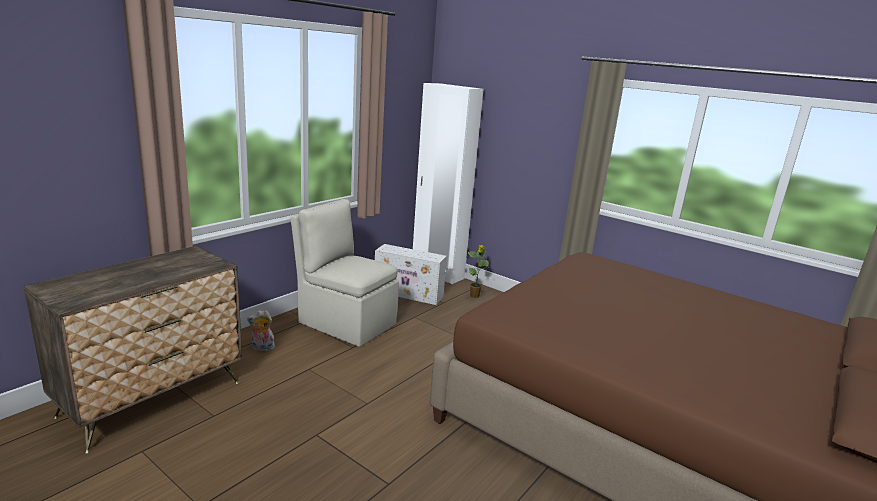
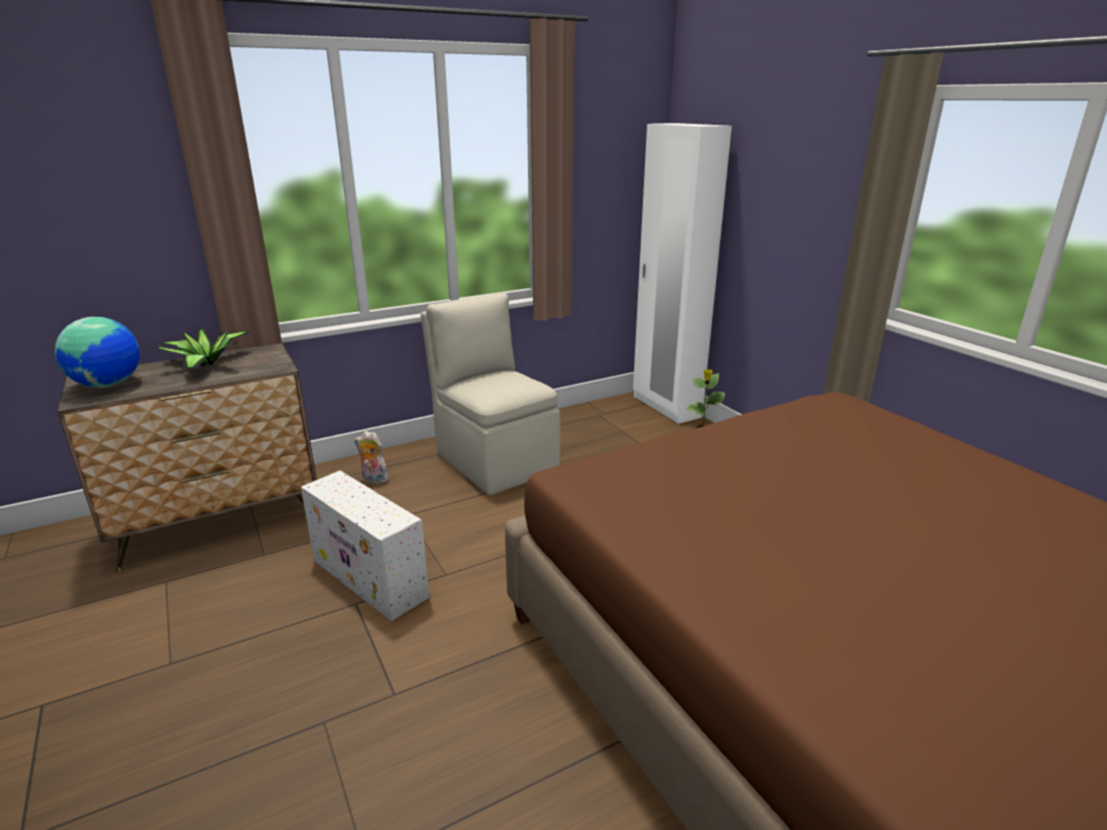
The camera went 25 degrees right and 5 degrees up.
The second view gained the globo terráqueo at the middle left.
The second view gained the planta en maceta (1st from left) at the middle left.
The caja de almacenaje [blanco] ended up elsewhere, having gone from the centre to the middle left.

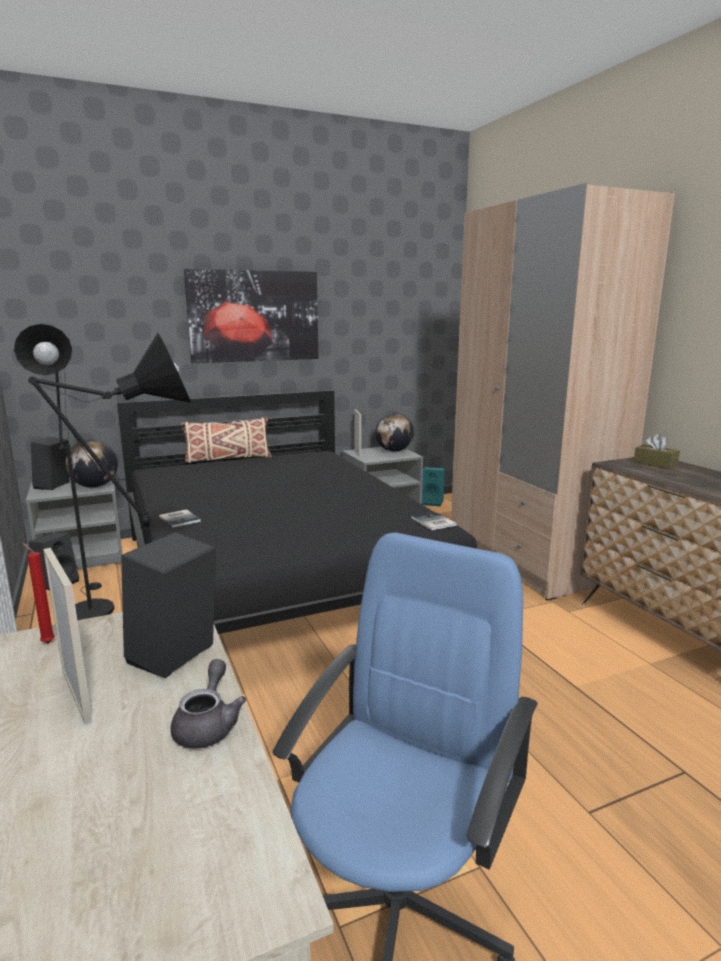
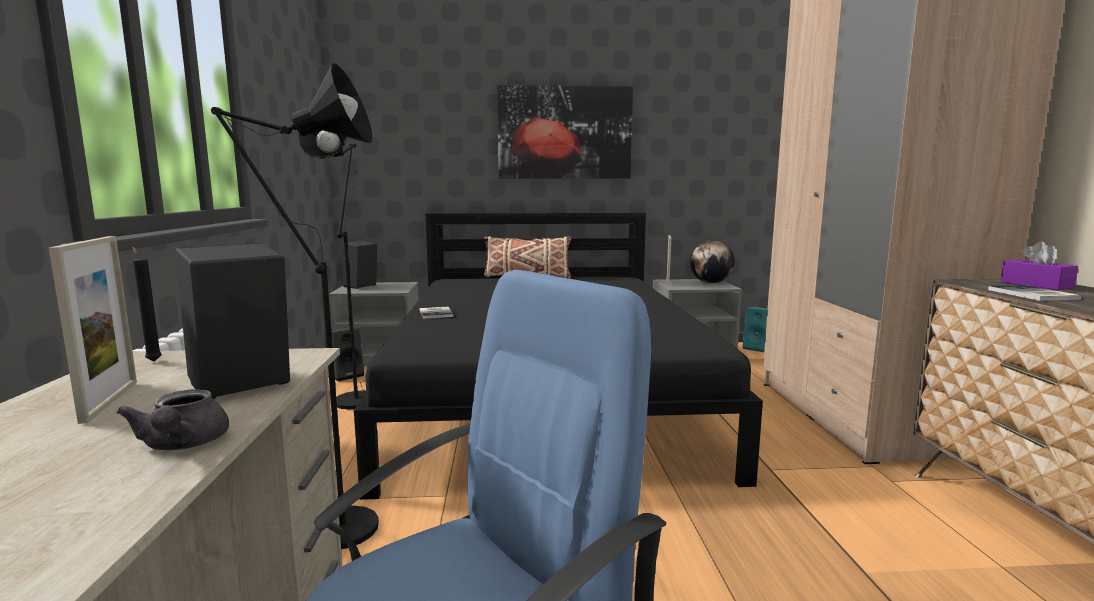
The camera went 20 degrees right and 5 degrees down.
The second view lost the globo terráqueo (1st from left) at the middle left.
The libro (2nd from left) ended up elsewhere, having gone from the centre to the middle right.
What was the vela [rojo] at the middle left turned into the vela [negro] at the middle left.
What was the caja de pañuelos [marrón] at the middle right turned into the caja de pañuelos [morado] at the middle right.
The tetera [gris] at the bottom left ended up facing another way, 135 degrees clockwise from before.

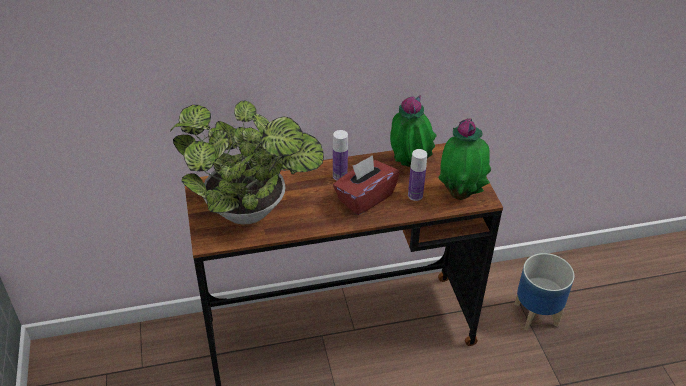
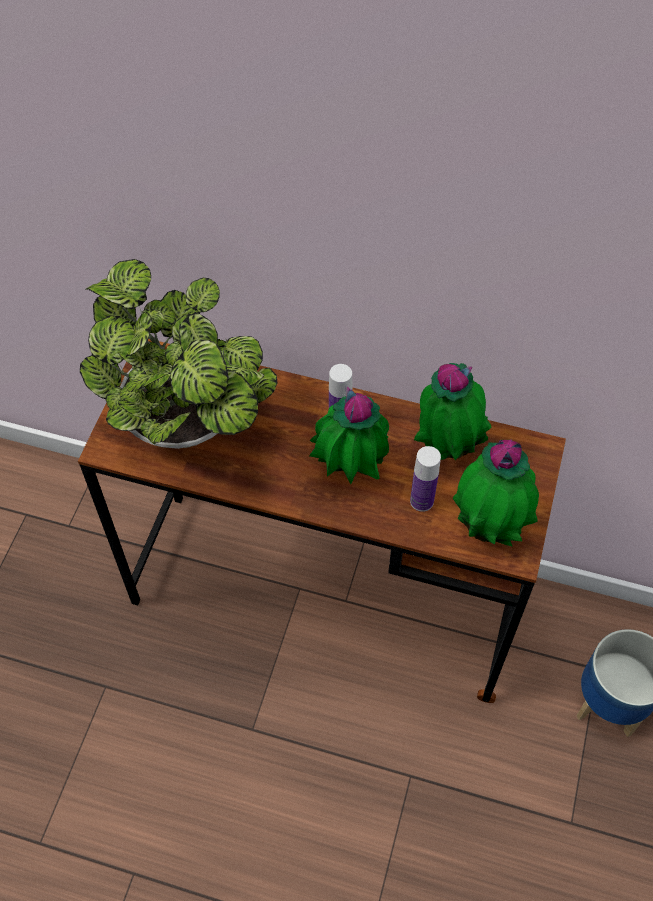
The camera went 30 degrees right and 15 degrees up.
Where the caja de pañuelos [rojo] stood at the centre, the planta en maceta (2nd from left) came to stand at the centre.

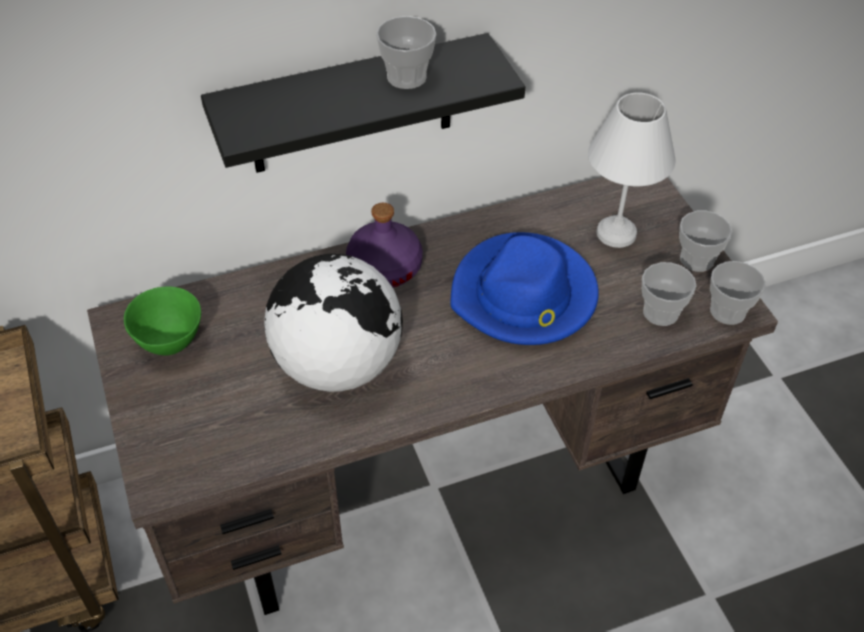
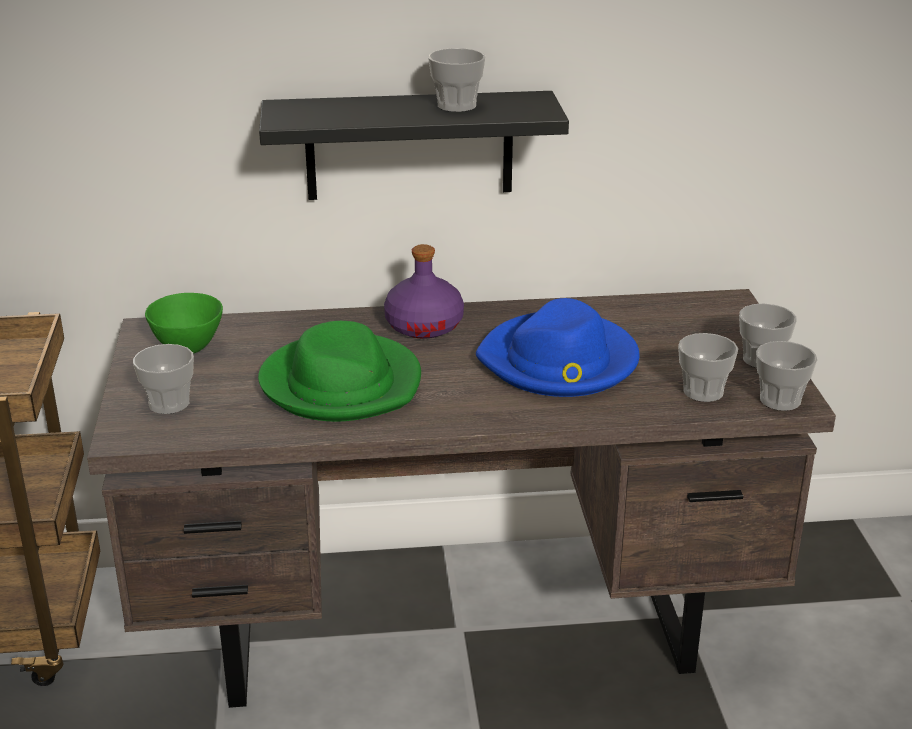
The camera went 15 degrees right and 20 degrees down.
The second view lost the lámpara de mesa [blanco] at the top right.
The second view gained the taza (1st from left) at the middle left.
Where the globo terráqueo stood at the centre, the sombrero [verde] came to stand at the centre.

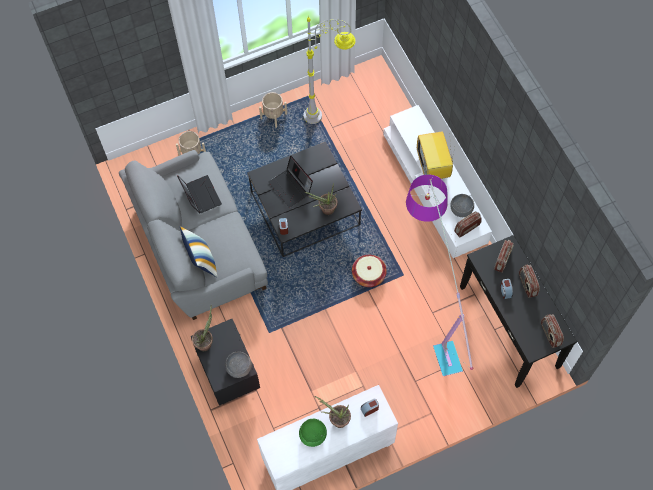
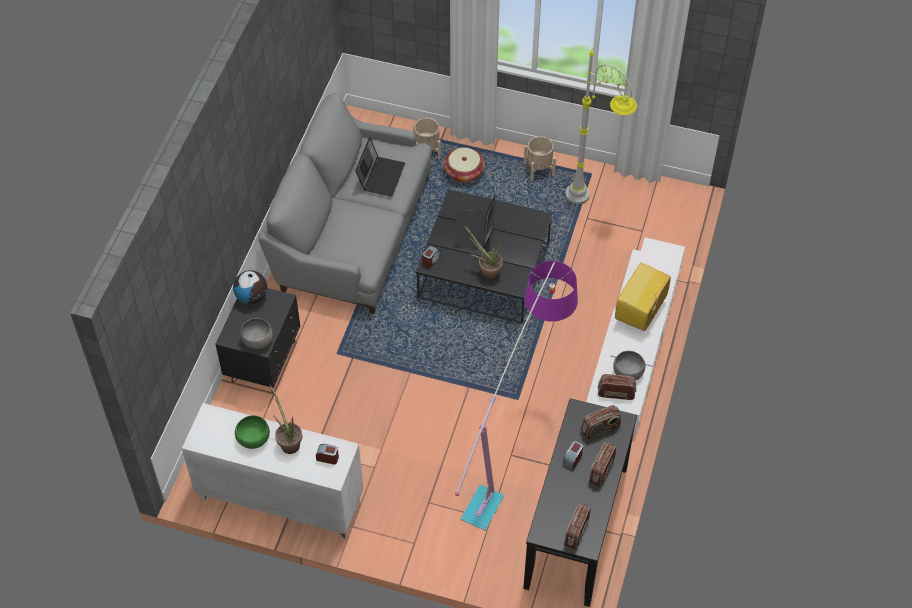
The camera went 40 degrees right and 10 degrees down.
The second view lost the cojín at the middle left.
The cesta ended up elsewhere, having gone from the centre to the top centre.
Where the planta en maceta (1st from left) stood at the bottom left, the globo terráqueo came to stand at the middle left.

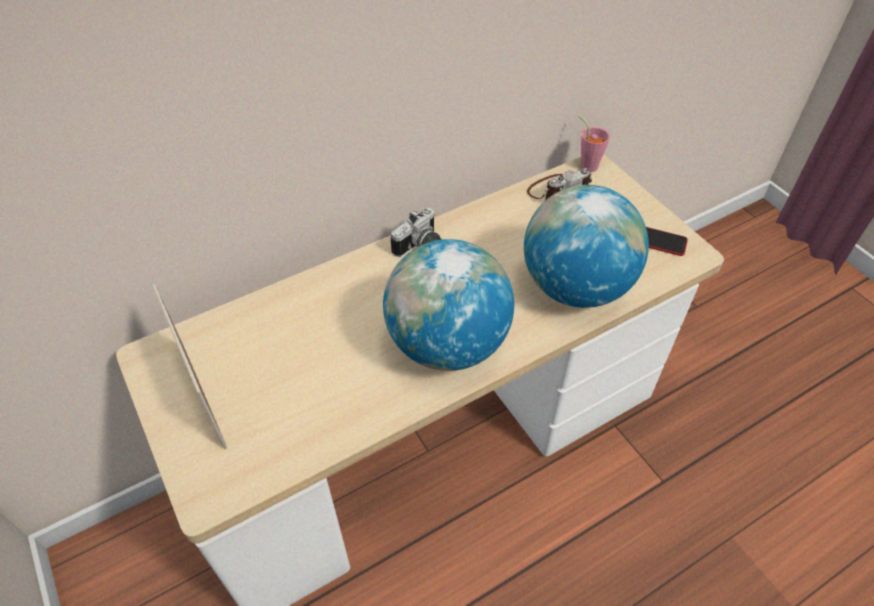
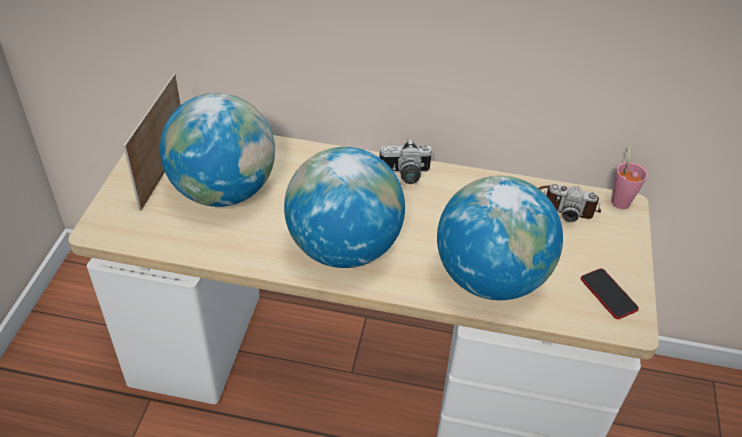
The camera went 40 degrees right and 5 degrees down.
The second view gained the globo terráqueo (1st from left) at the middle left.

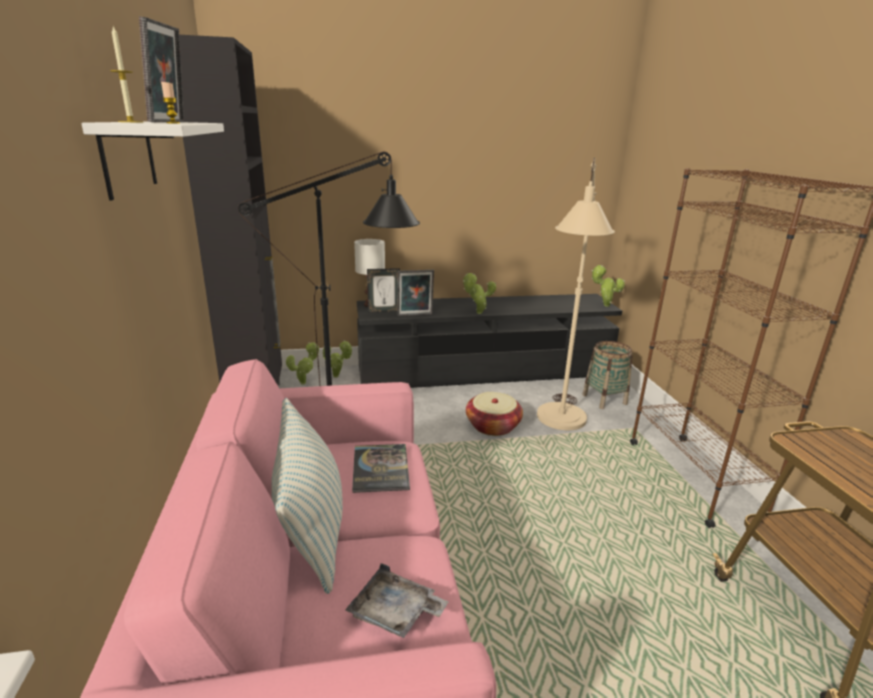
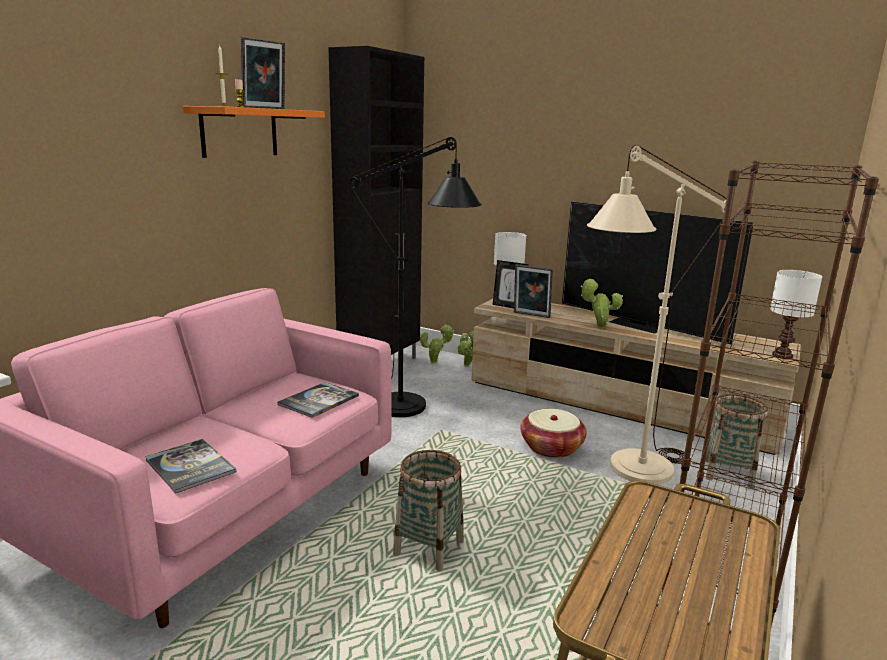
The camera went 40 degrees right and 5 degrees down.
The second view lost the cojín at the bottom centre.
The second view gained the cesta (1st from left) at the bottom centre.
The second view gained the televisor at the middle right.
Where the bandeja [gris] stood at the bottom centre, the libro (1st from left) came to stand at the bottom left.
Where the planta en maceta (4th from left) stood at the middle right, the lámpara de mesa [blanco] (2nd from left) came to stand at the middle right.
What was the estante [blanco] at the top left turned into the estante [naranja] at the top left.
What was the mueble de televisión [negro] at the centre turned into the mueble de televisión [beis] at the middle right.

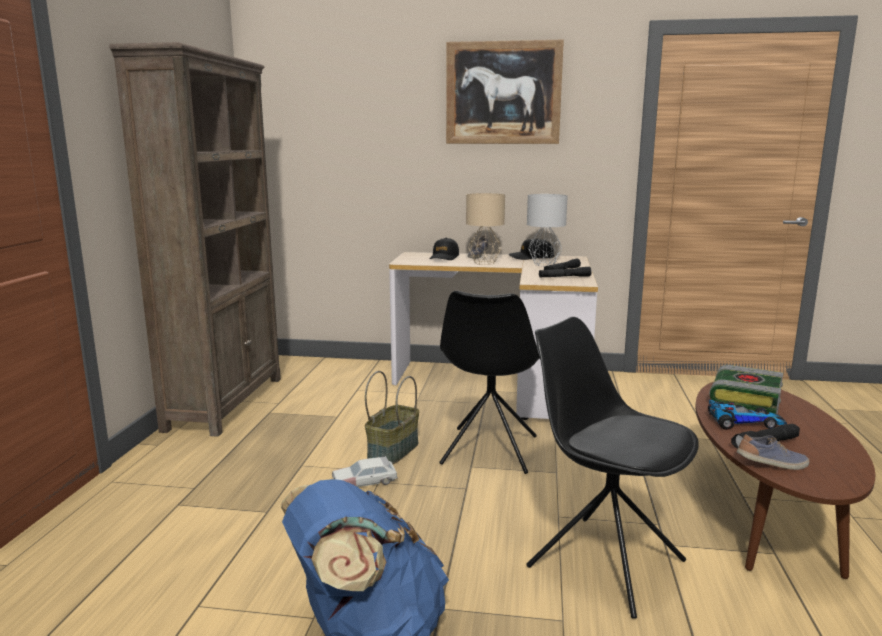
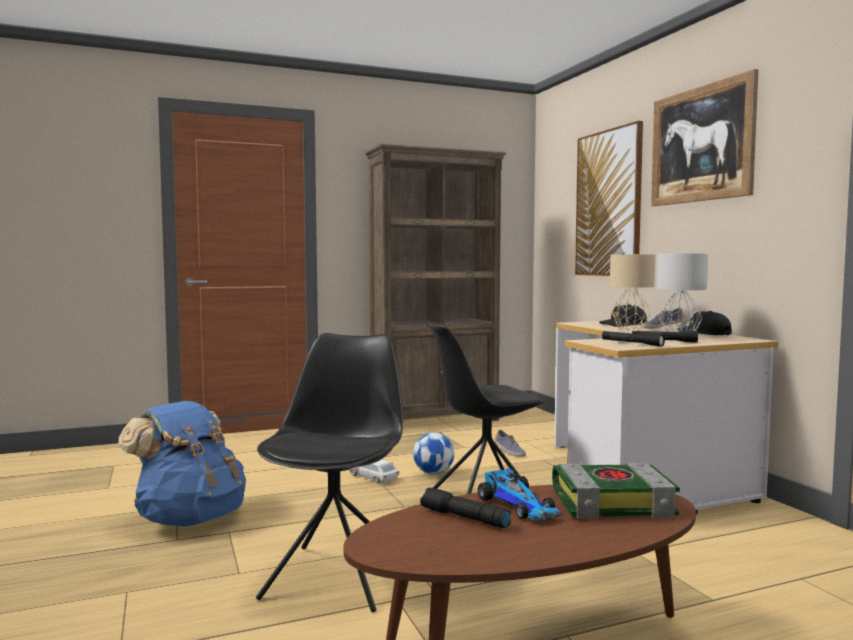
The camera went 60 degrees right and 10 degrees down.
The second view gained the cuadro (1st from left) at the top right.
The zapato (2nd from left in the first image) ended up elsewhere, having gone from the bottom right to the bottom centre.
Where the cesta stood at the centre, the balón de fútbol came to stand at the bottom centre.

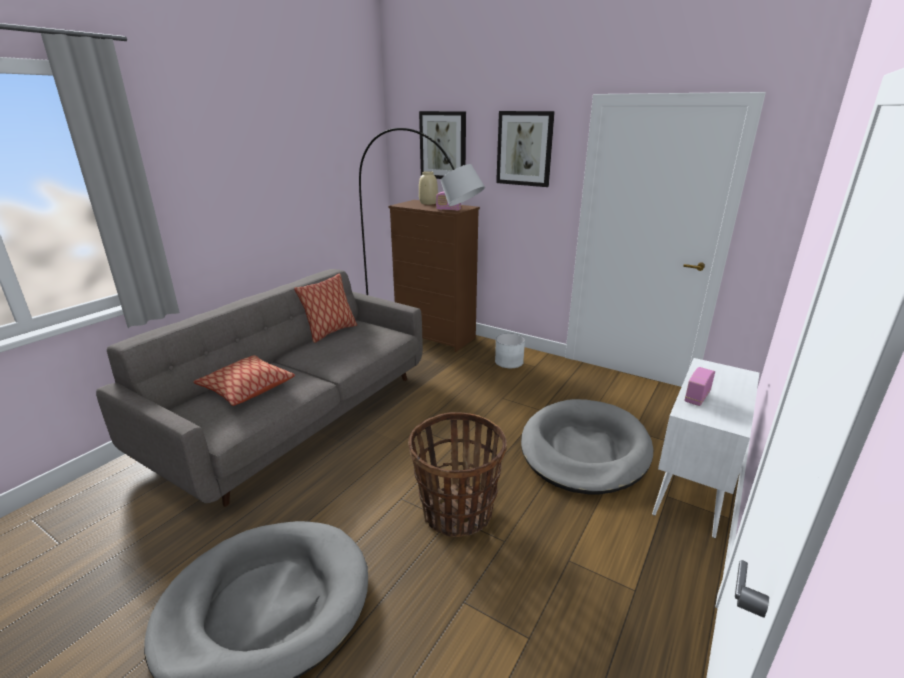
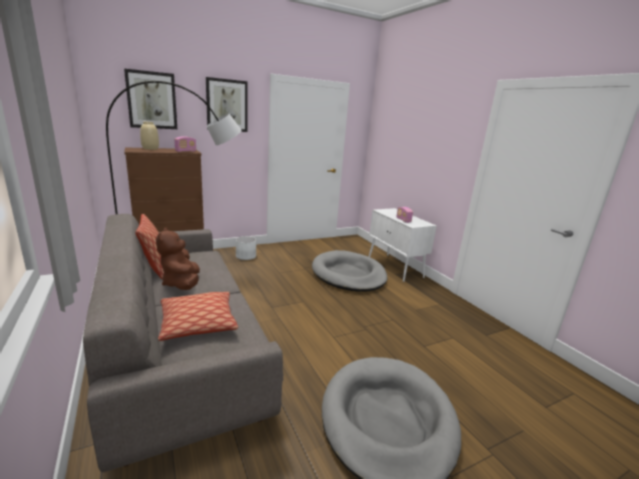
The camera went 60 degrees left and 5 degrees down.
The second view lost the cesta at the bottom centre.
The second view gained the peluche [marrón] at the middle left.

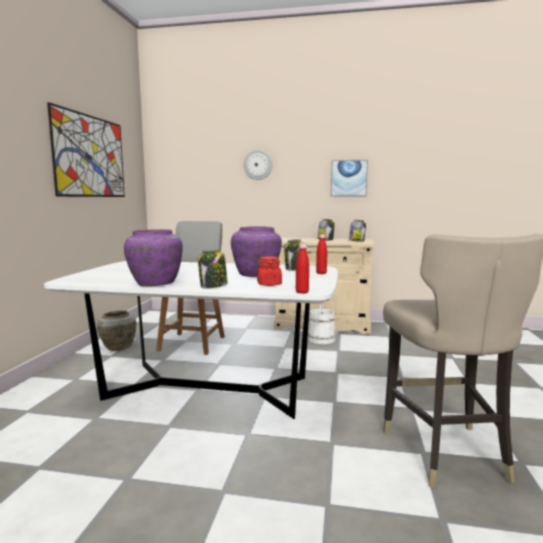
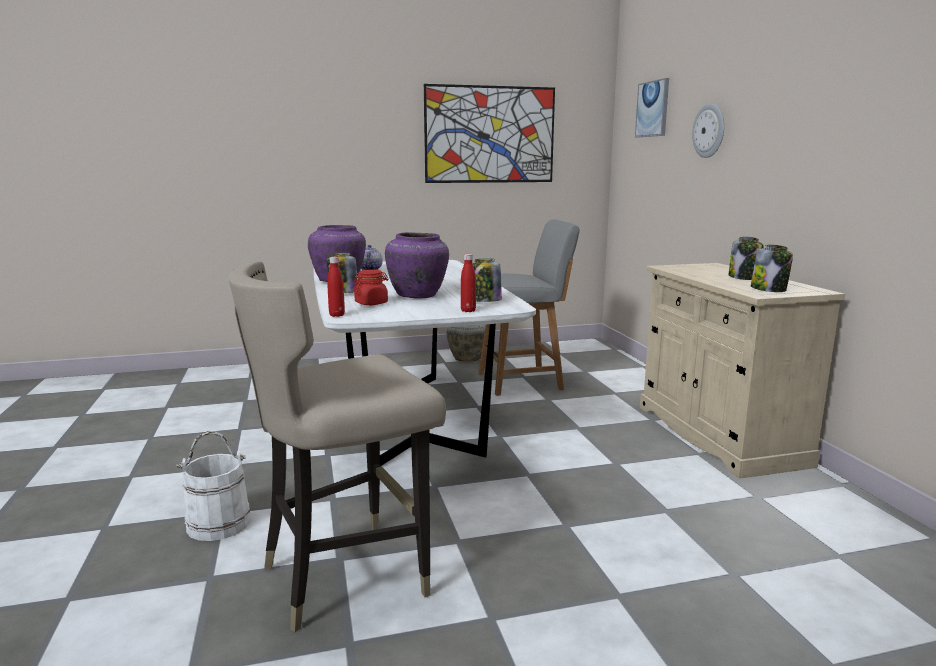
The camera went 65 degrees right and 5 degrees up.
The second view gained the tetera at the centre.
The cubo [blanco] ended up elsewhere, having gone from the centre to the bottom left.
The cuadro (2nd from left) ended up elsewhere, having gone from the top centre to the top right.

